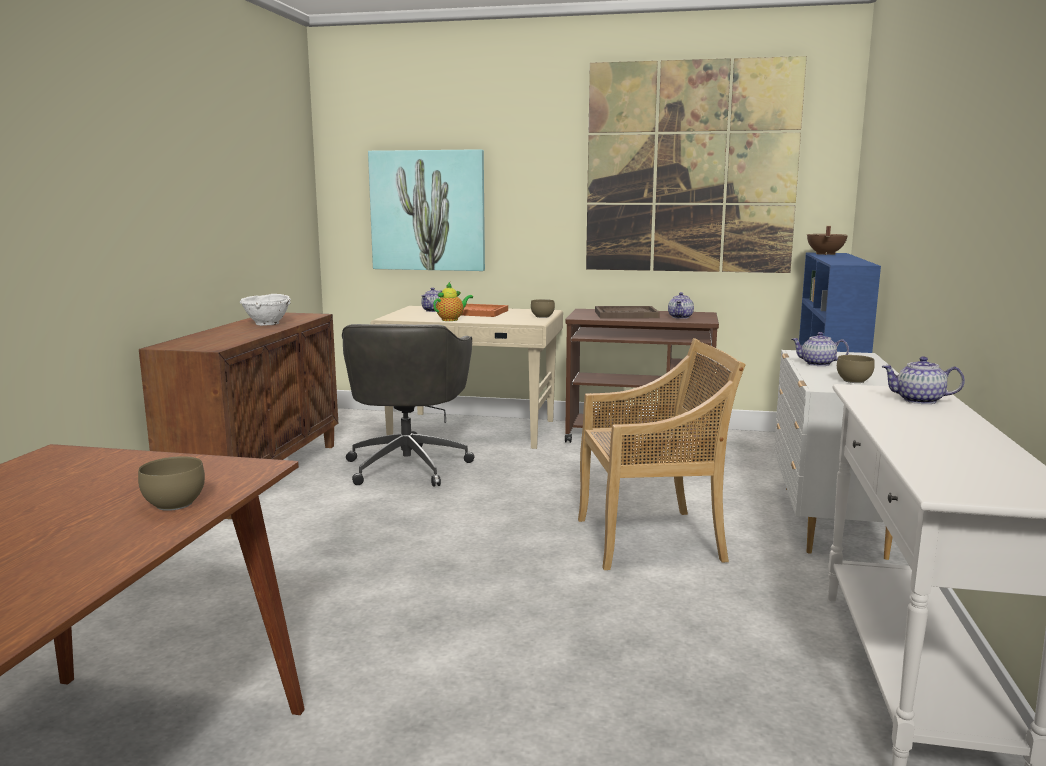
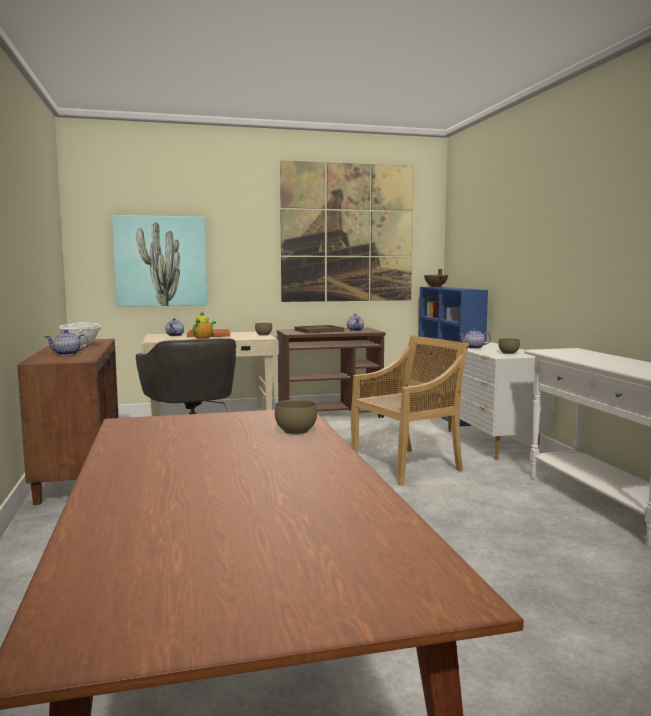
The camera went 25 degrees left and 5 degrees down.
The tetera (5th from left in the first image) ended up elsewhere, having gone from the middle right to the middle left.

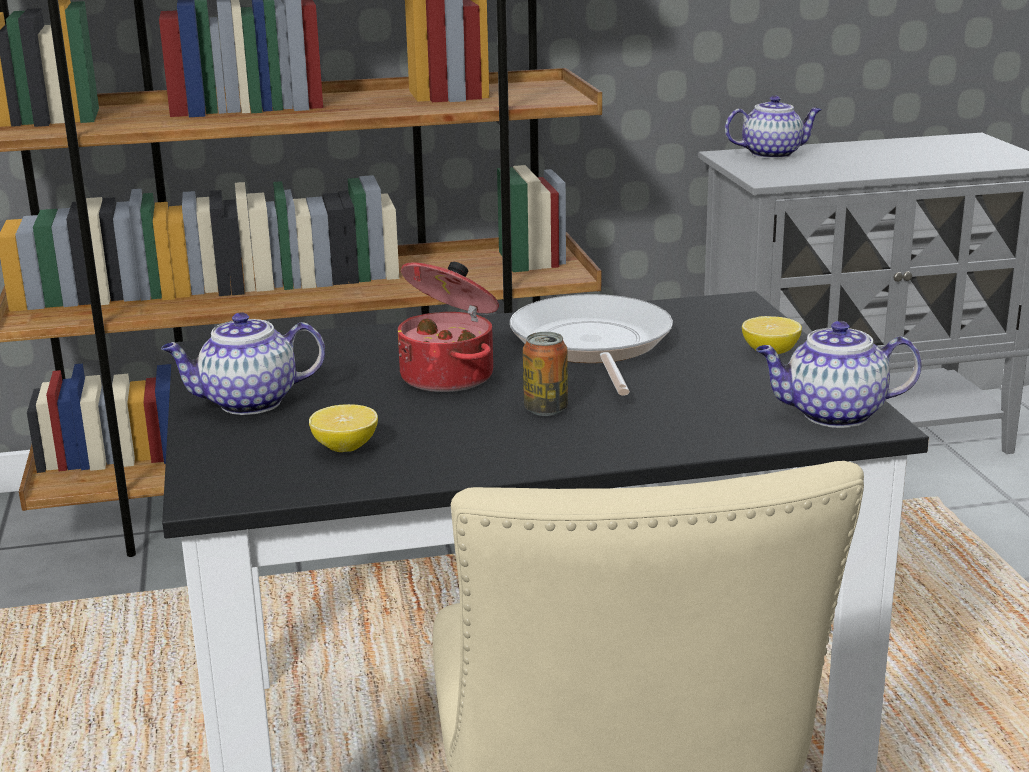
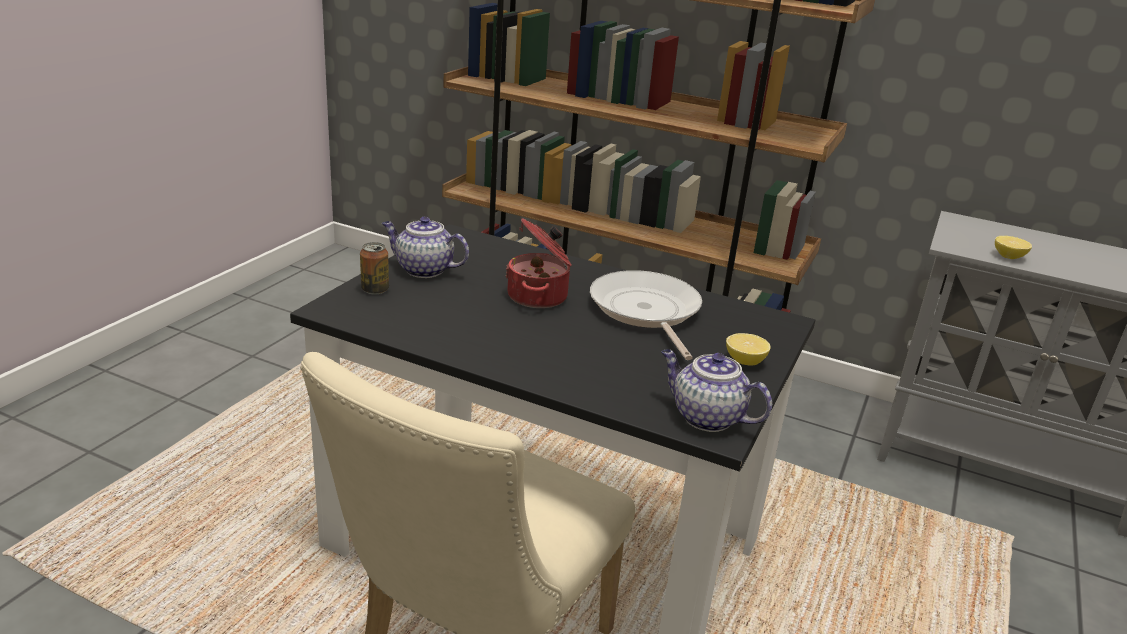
The camera went 35 degrees right and 5 degrees up.
The second view lost the tetera (2nd from left) at the top right.
The limón (1st from left in the first image) ended up elsewhere, having gone from the centre to the middle right.
The lata ended up elsewhere, having gone from the centre to the middle left.
The sartén at the centre ended up facing another way, 45 degrees counterclockwise from before.

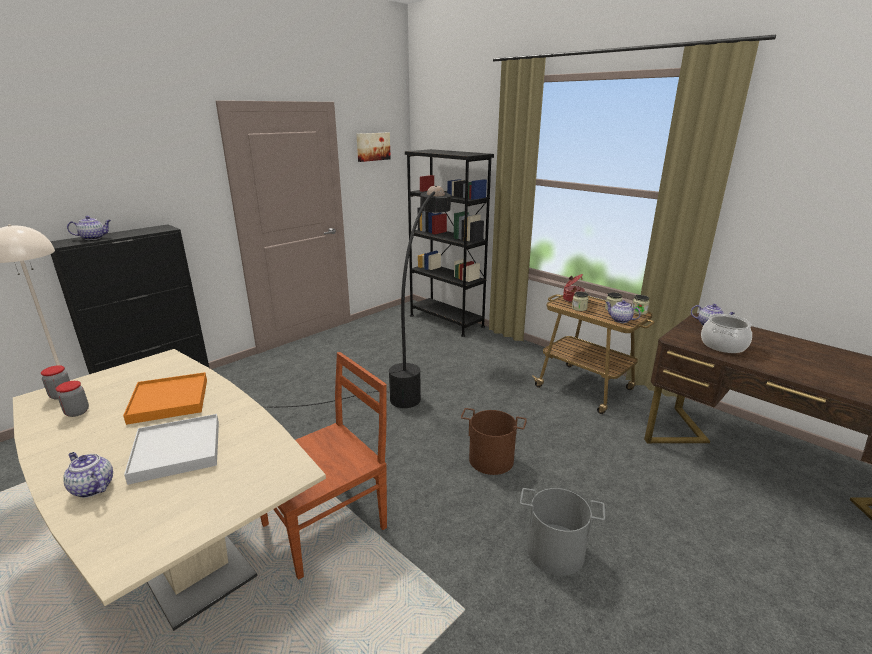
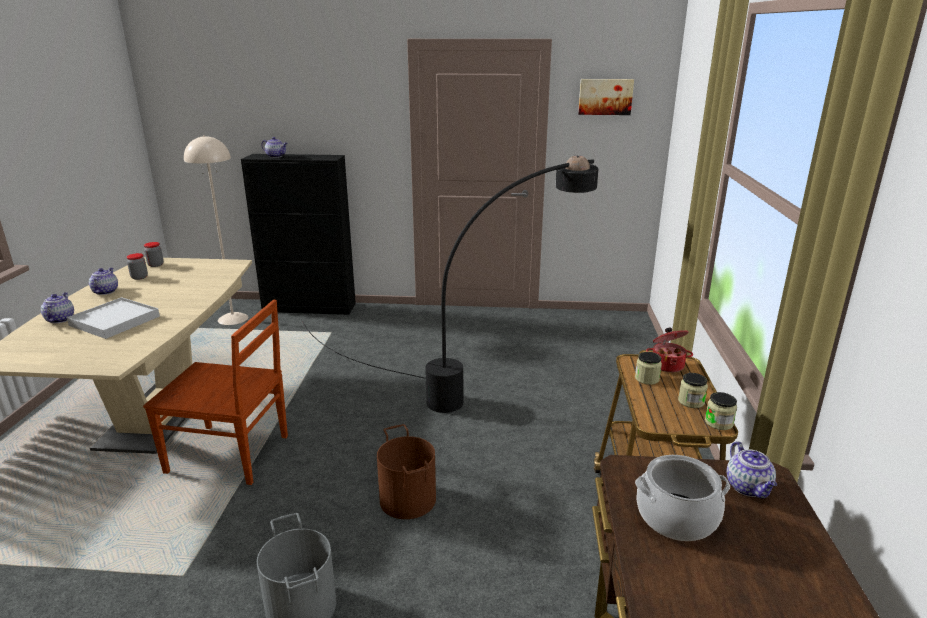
The camera went 50 degrees right and 0 degrees up.
The second view lost the bandeja [naranja] at the middle left.
The second view lost the estantería [negro] at the centre.
The tetera (3rd from left in the first image) ended up elsewhere, having gone from the middle right to the middle left.

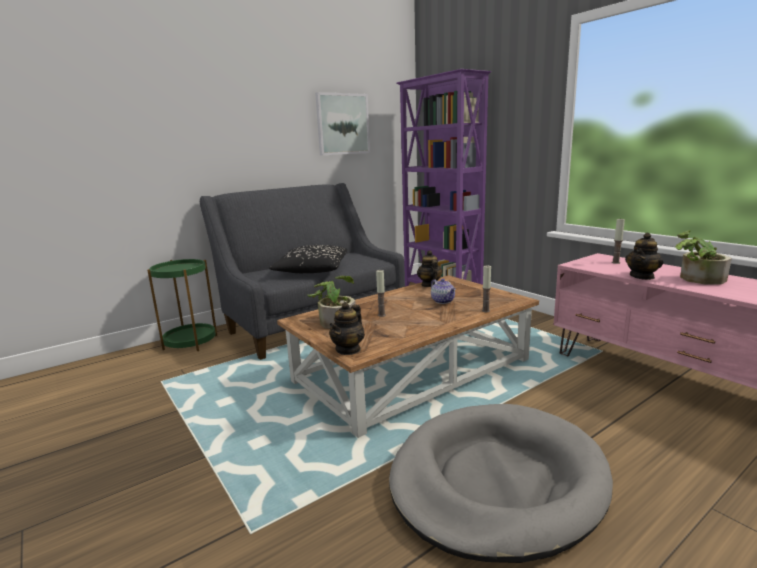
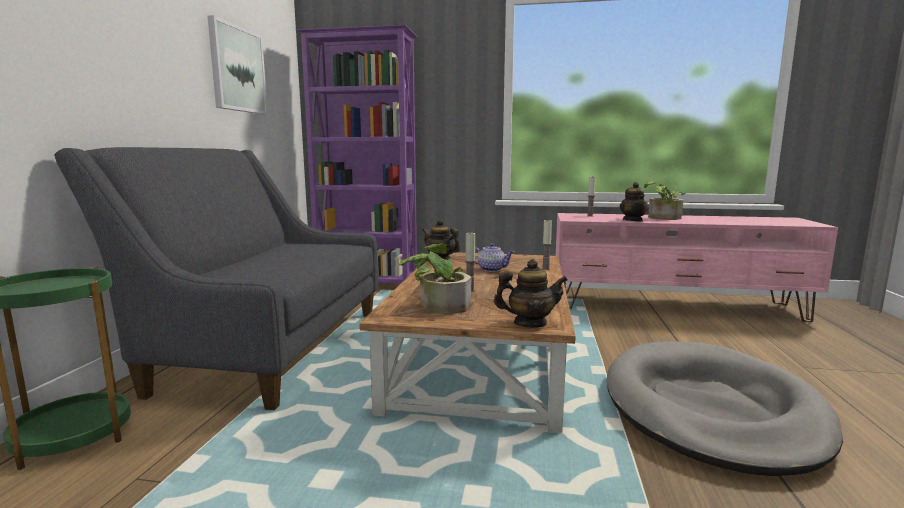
The camera went 45 degrees left and 5 degrees down.
The second view lost the cojín [negro] at the centre.
The tetera (1st from left in the first image) at the centre ended up facing another way, 75 degrees counterclockwise from before.

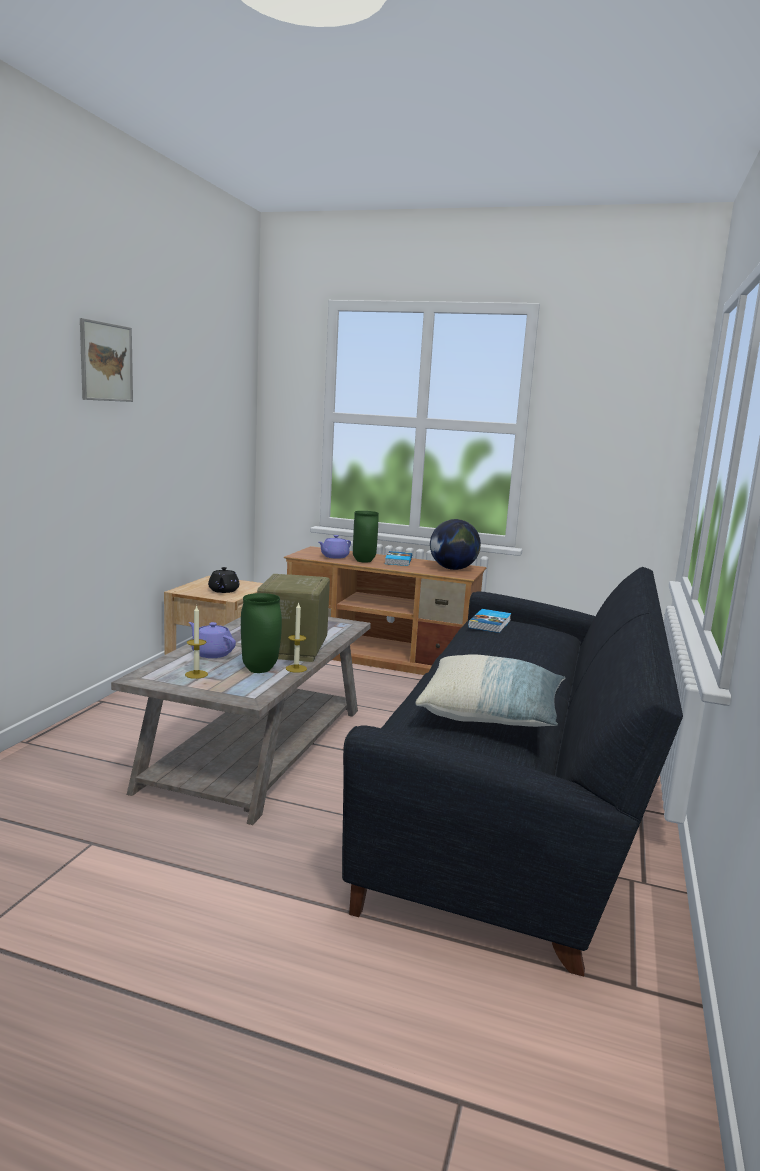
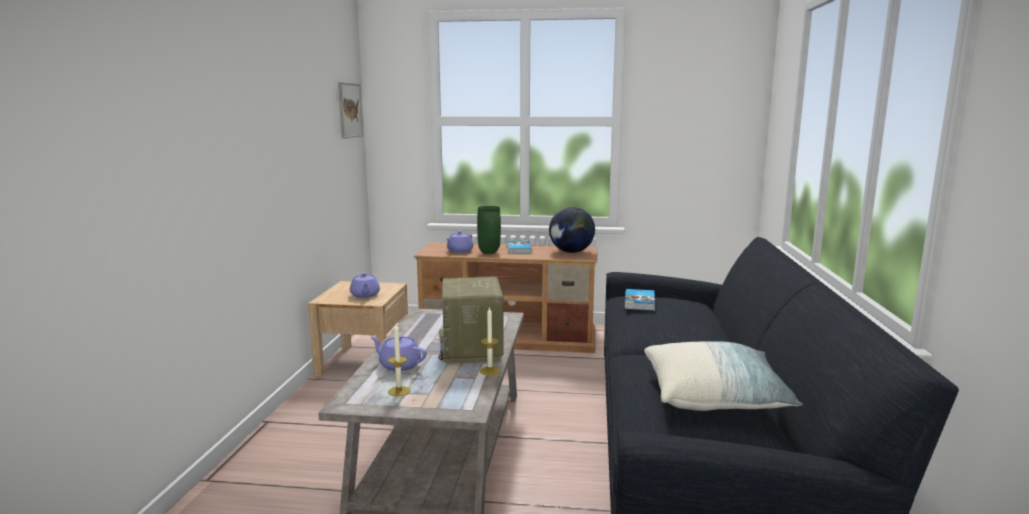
The camera went 10 degrees left and 0 degrees up.
The second view lost the florero [verde] (1st from left) at the centre.
The cuadro ended up elsewhere, having gone from the top left to the top centre.
What was the tetera [negro] at the middle left turned into the tetera [morado] (1st from left) at the centre.

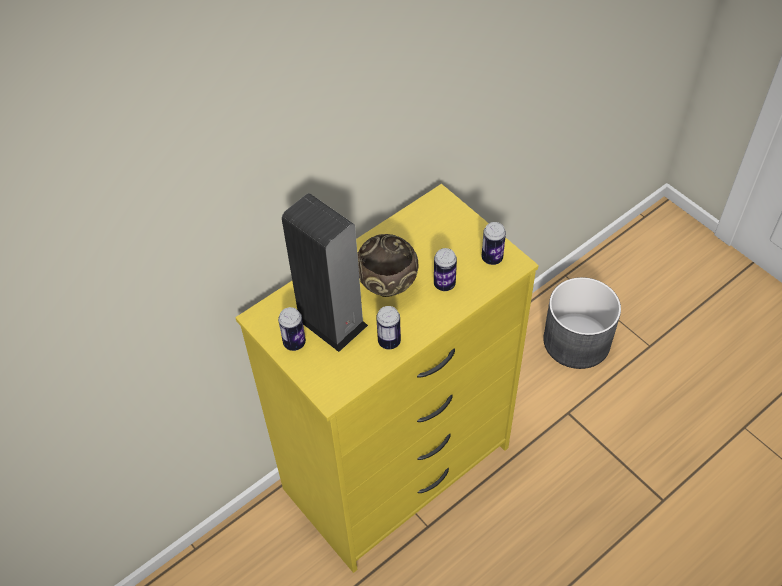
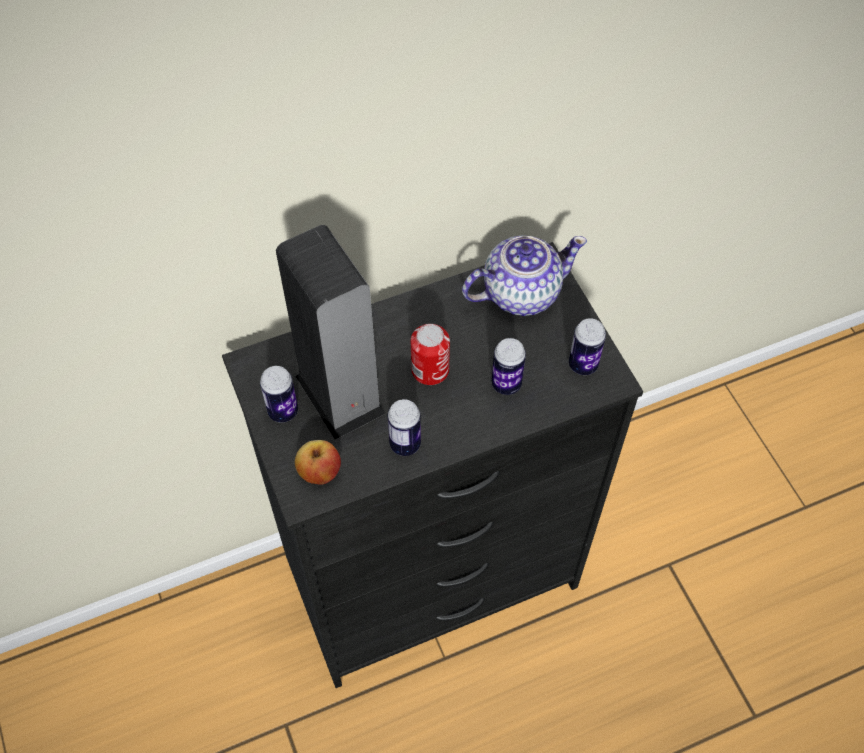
The camera went 15 degrees right and 5 degrees up.
The second view lost the maceta [gris] at the middle right.
The second view gained the manzana at the centre.
The second view gained the tetera at the centre.
Where the cuenco [marrón] stood at the centre, the lata (3rd from left) came to stand at the centre.
What was the cómoda [amarillo] at the centre turned into the cómoda [negro] at the centre.

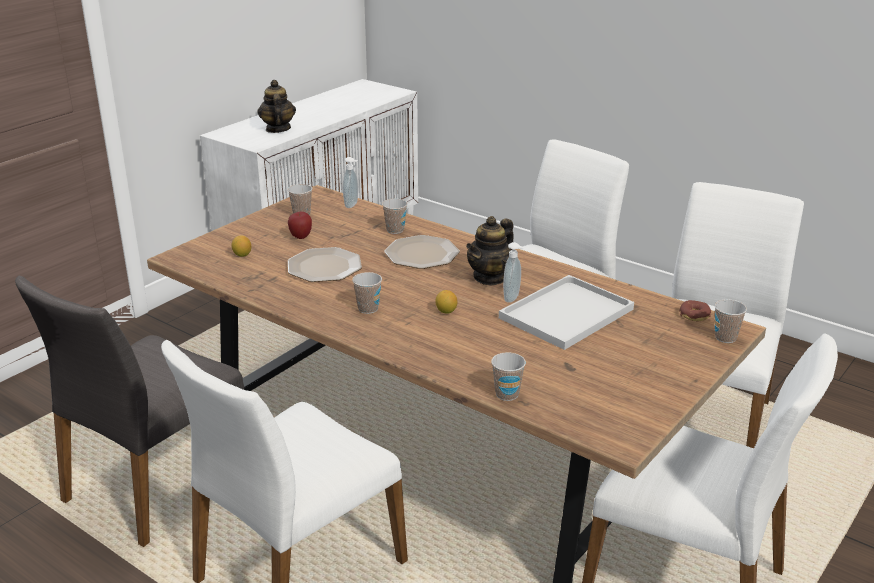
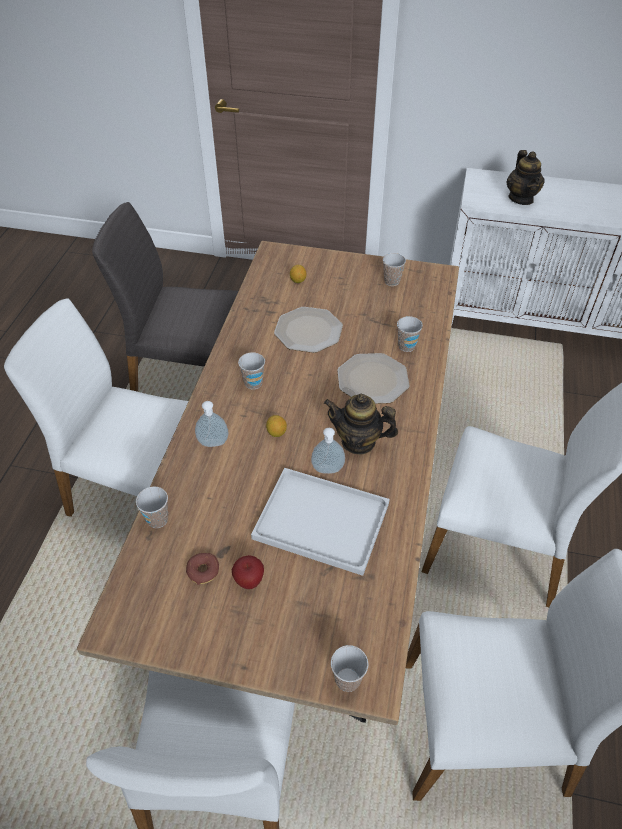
The camera went 65 degrees right and 20 degrees up.
The manzana ended up elsewhere, having gone from the centre to the bottom centre.
The dispensador de jabón (1st from left) ended up elsewhere, having gone from the top centre to the centre.
The rosquilla ended up elsewhere, having gone from the middle right to the bottom left.
The tetera (1st from left in the first image) at the top left ended up facing another way, 120 degrees clockwise from before.

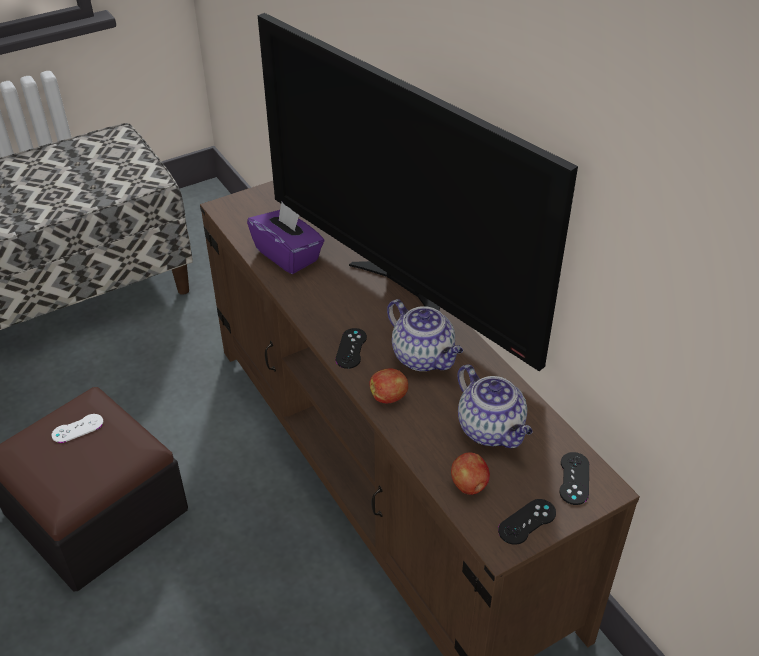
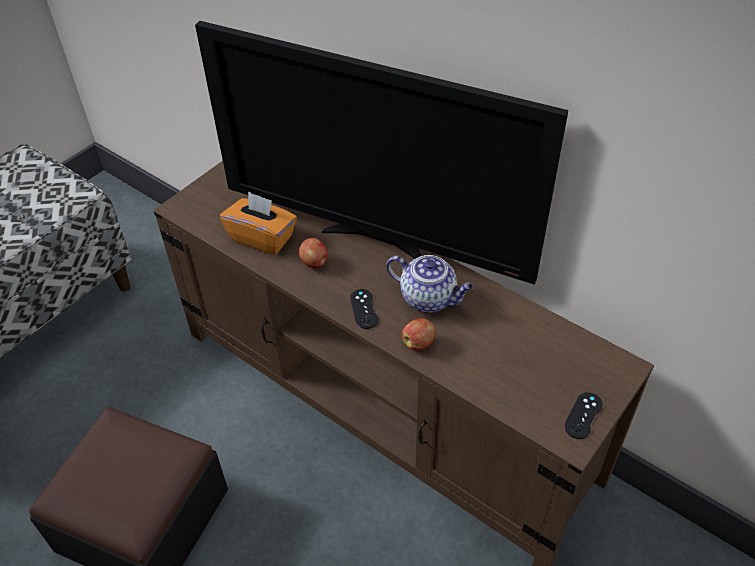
The camera went 20 degrees left and 5 degrees up.
The second view lost the mando de consola [blanco] at the middle left.
The second view lost the tetera (2nd from left) at the centre.
The second view lost the mando de consola [negro] (3rd from left) at the bottom right.
The manzana (2nd from left in the first image) ended up elsewhere, having gone from the bottom centre to the centre.
What was the caja de pañuelos [morado] at the centre turned into the caja de pañuelos [naranja] at the centre.

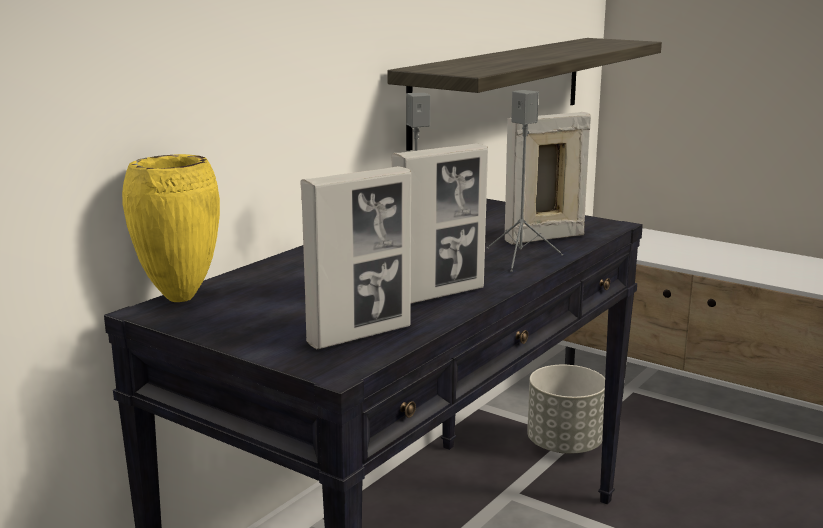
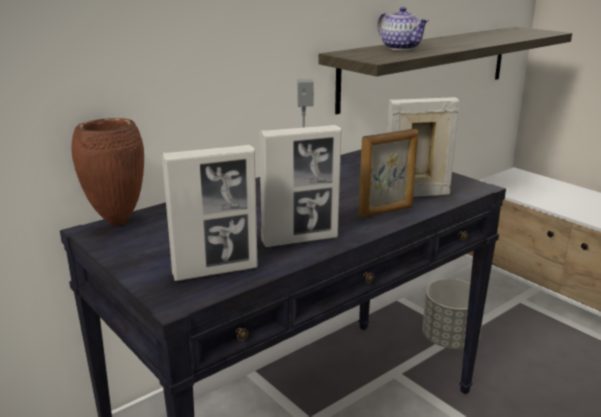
The camera went 15 degrees right and 5 degrees up.
The second view gained the tetera at the top right.
Where the altavoz [gris] (2nd from left) stood at the centre, the portarretratos (3rd from left) came to stand at the centre.
What was the florero [amarillo] at the middle left turned into the florero [marrón] at the middle left.

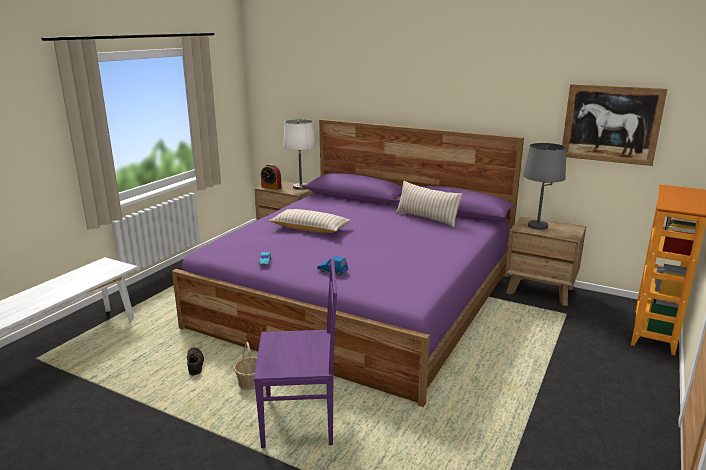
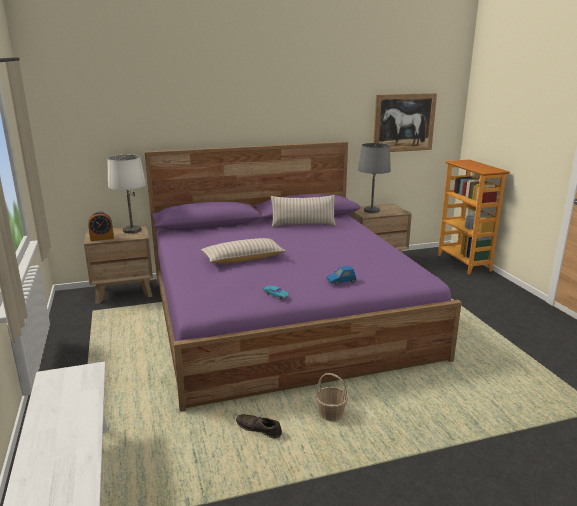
The camera went 45 degrees left and 0 degrees up.
The second view lost the silla [morado] at the bottom centre.

